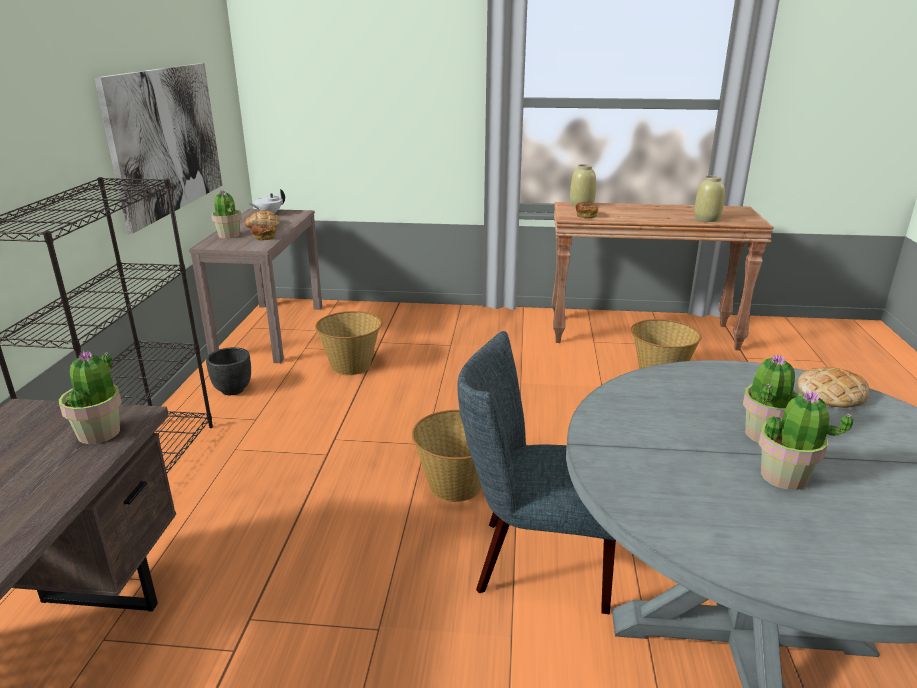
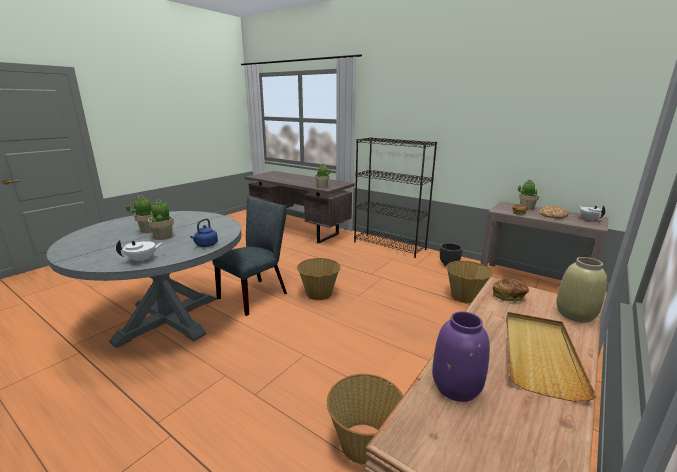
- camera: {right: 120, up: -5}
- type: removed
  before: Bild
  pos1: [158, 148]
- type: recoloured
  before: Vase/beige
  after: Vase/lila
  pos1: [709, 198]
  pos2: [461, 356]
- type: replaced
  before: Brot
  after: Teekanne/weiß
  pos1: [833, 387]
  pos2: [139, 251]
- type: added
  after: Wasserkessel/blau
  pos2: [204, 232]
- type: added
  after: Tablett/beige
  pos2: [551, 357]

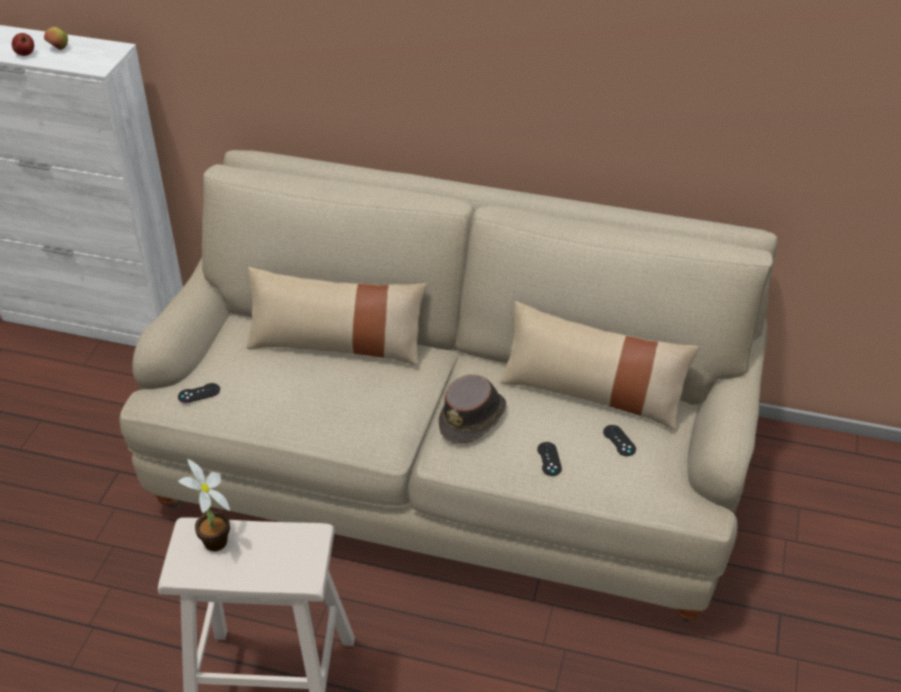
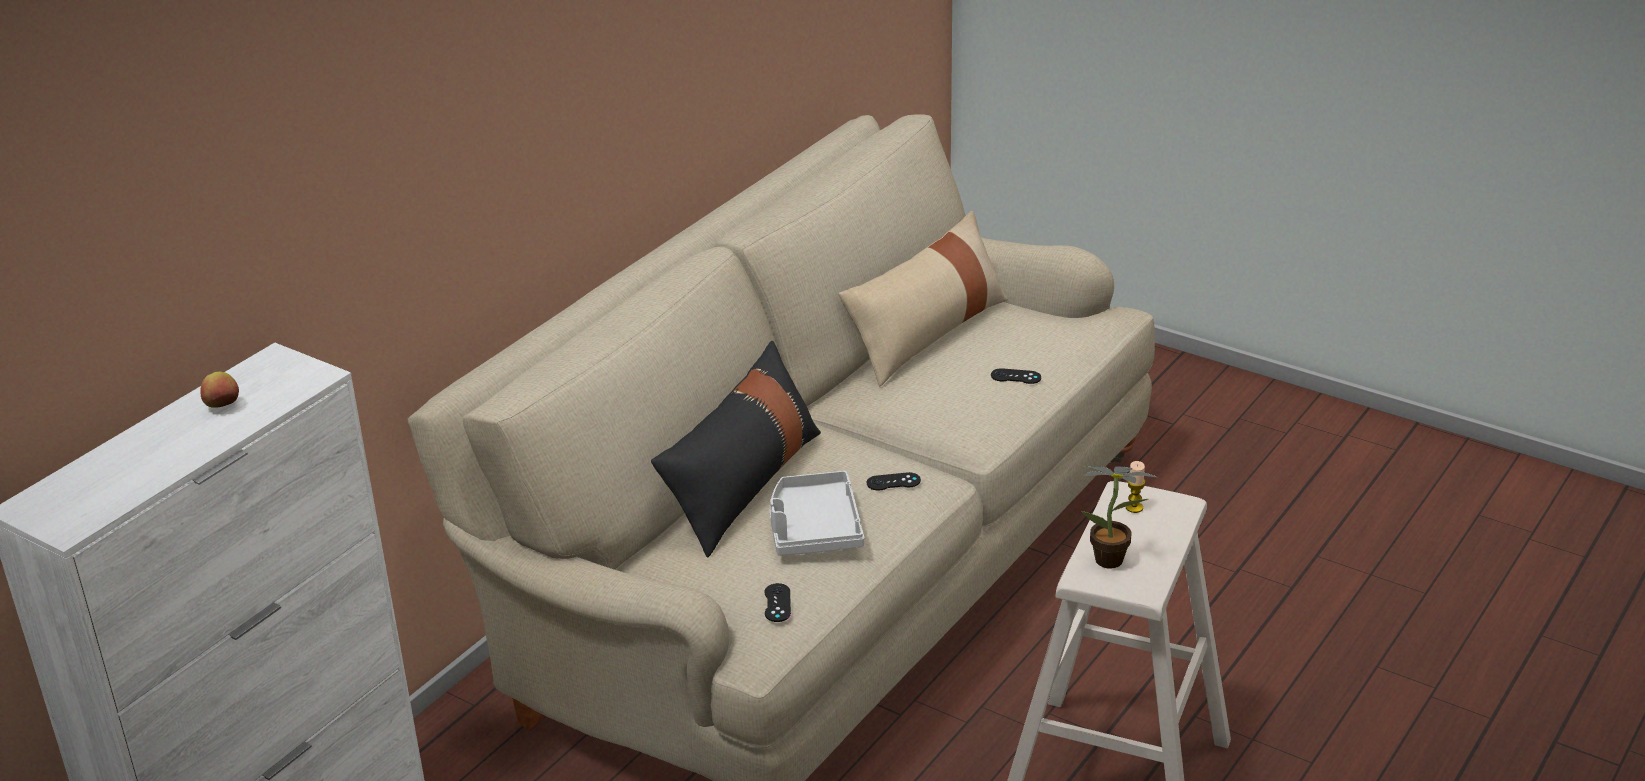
- camera: {right: -70, up: -10}
- type: removed
  before: Apfel
  pos1: [23, 44]
- type: recoloured
  before: Kissen/beige
  after: Kissen/schwarz
  pos1: [337, 316]
  pos2: [736, 449]
- type: removed
  before: Hut/braun
  pos1: [472, 409]
- type: moved
  before: Gamepad/schwarz
  pos1: [619, 440]
  pos2: [894, 481]
- type: added
  after: Tablett/grau
  pos2: [817, 513]
- type: added
  after: Kerze
  pos2: [1135, 487]

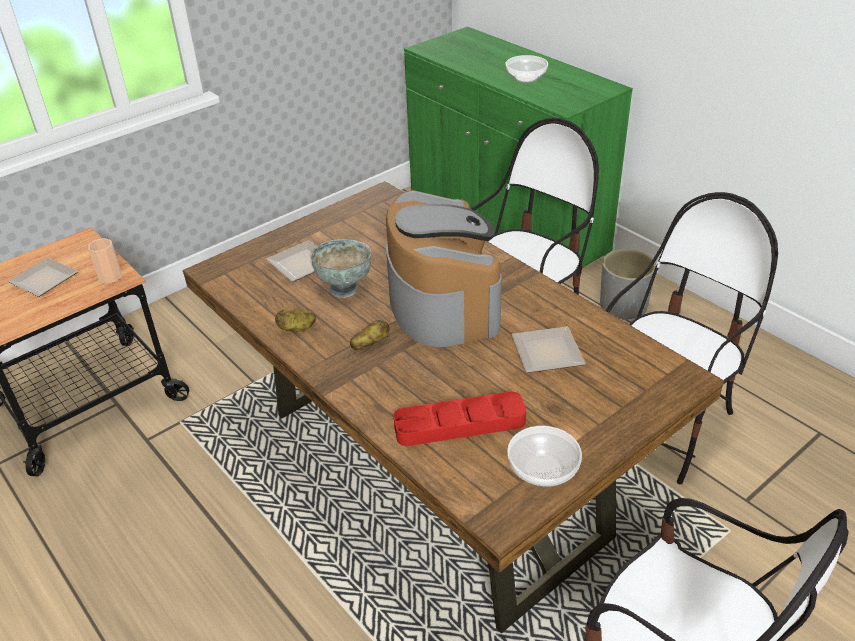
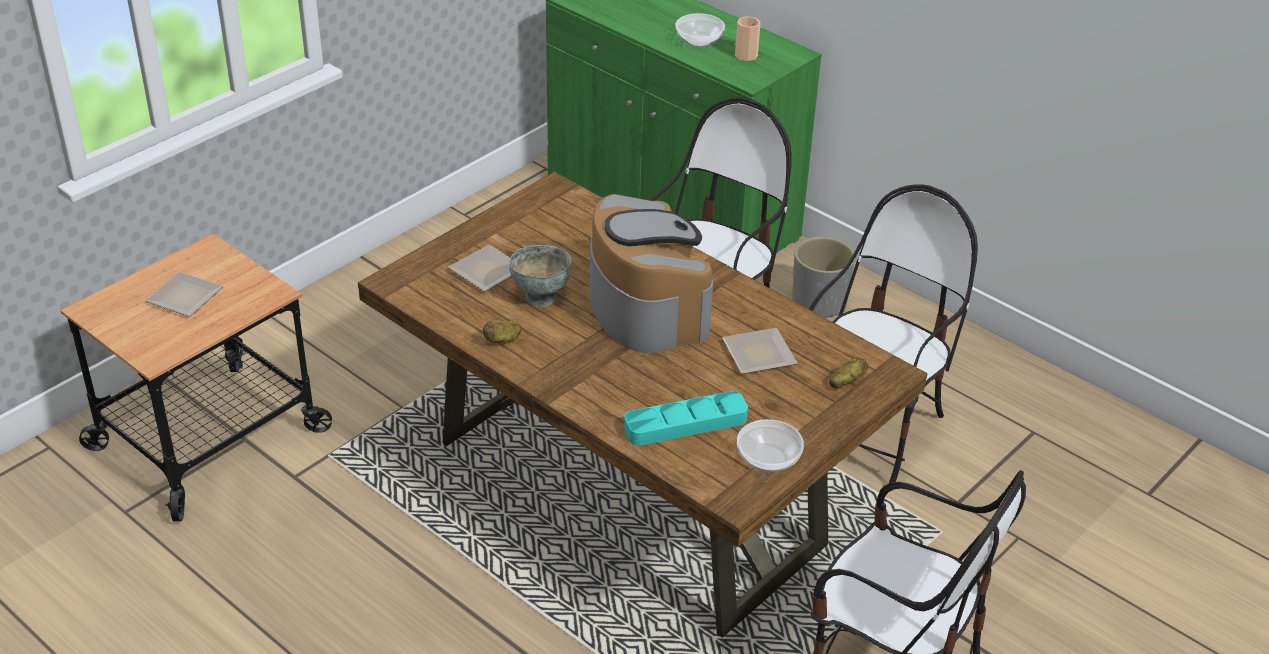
- camera: {right: -10, up: 0}
- type: moved
  before: Tasse
  pos1: [105, 261]
  pos2: [748, 38]
- type: moved
  before: Kartoffel
  pos1: [370, 335]
  pos2: [848, 372]
- type: recoloured
  before: Tablett/rot
  after: Tablett/türkis
  pos1: [460, 418]
  pos2: [686, 418]

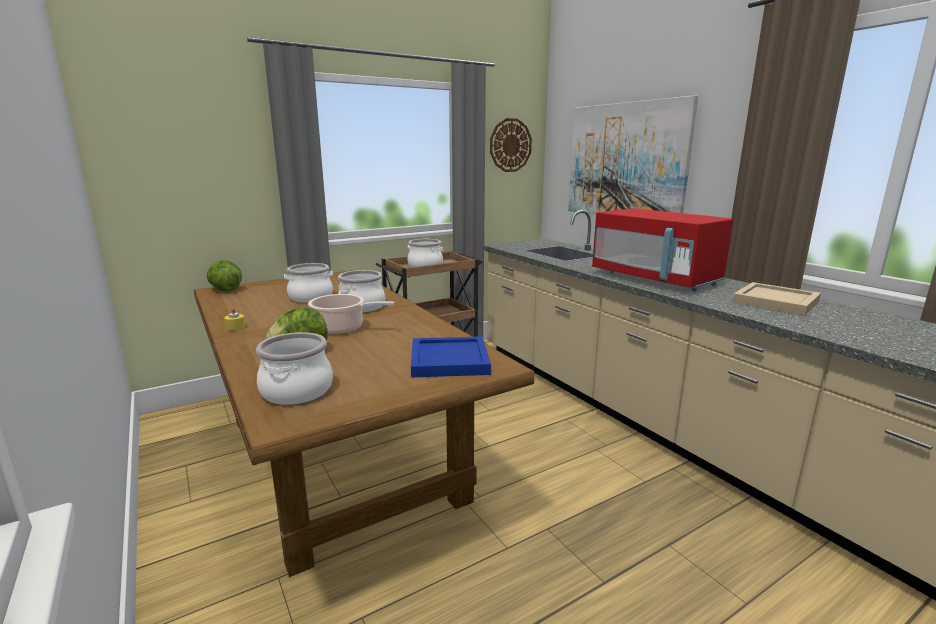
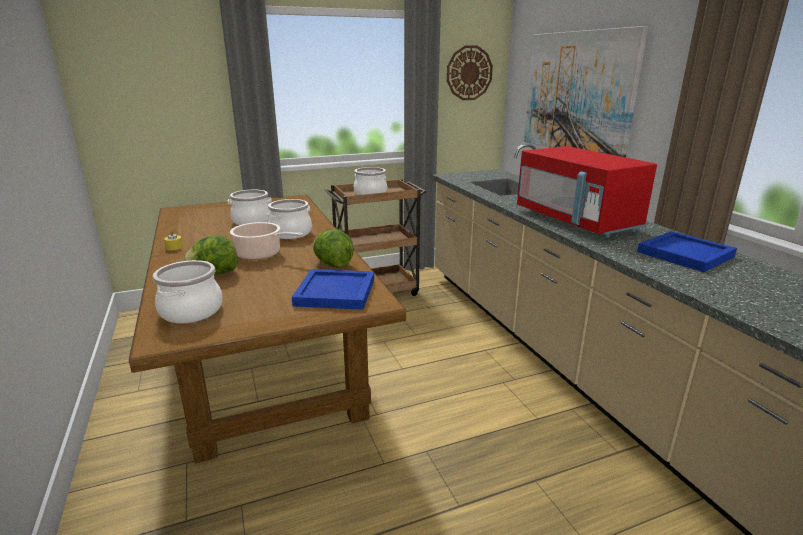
- camera: {right: 10, up: 5}
- type: moved
  before: Salatkopf
  pos1: [224, 275]
  pos2: [333, 248]
- type: recoloured
  before: Tablett/beige
  after: Tablett/blau
  pos1: [776, 298]
  pos2: [687, 251]

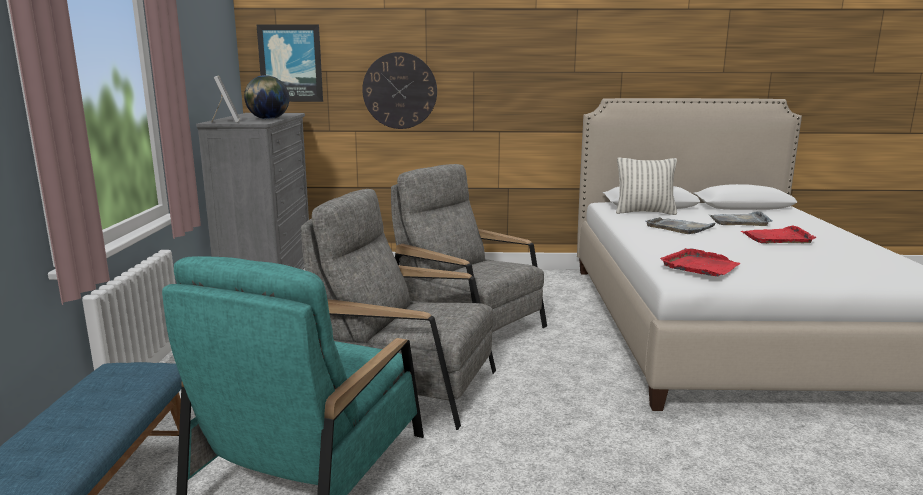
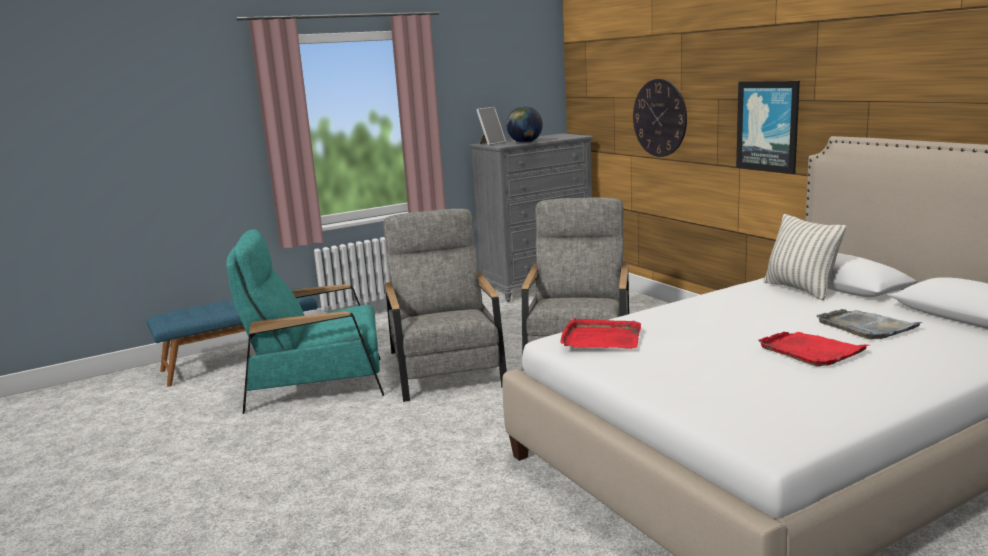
- camera: {right: 60, up: 0}
- type: moved
  before: Bild
  pos1: [289, 63]
  pos2: [768, 127]
- type: removed
  before: Tablett/grau
  pos1: [680, 225]

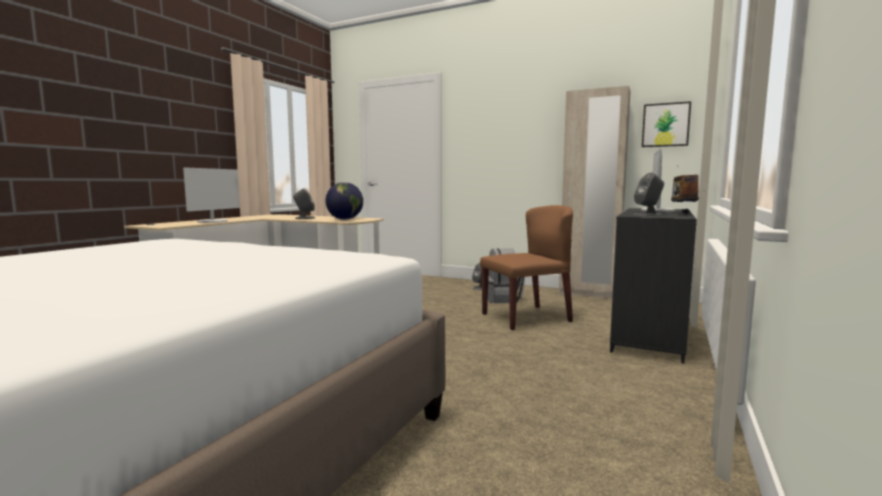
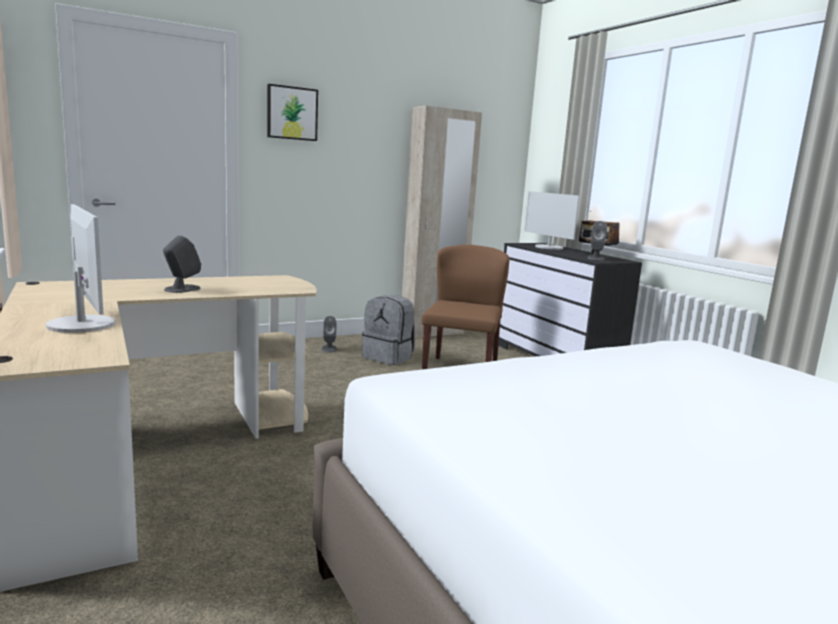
- camera: {right: -55, up: 5}
- type: removed
  before: Globus
  pos1: [344, 201]
- type: moved
  before: Bild
  pos1: [666, 124]
  pos2: [292, 112]

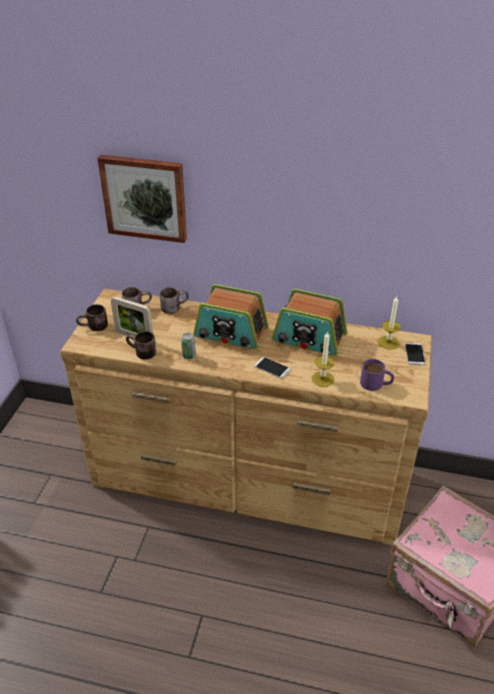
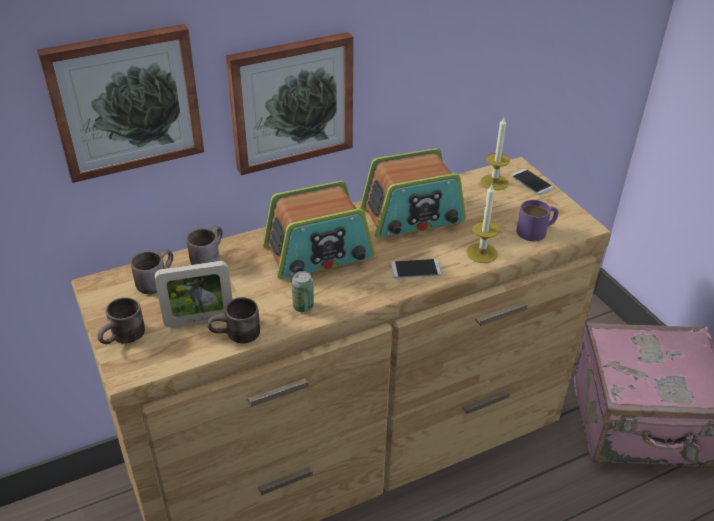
- camera: {right: -40, up: 0}
- type: added
  after: Bild
  pos2: [290, 103]

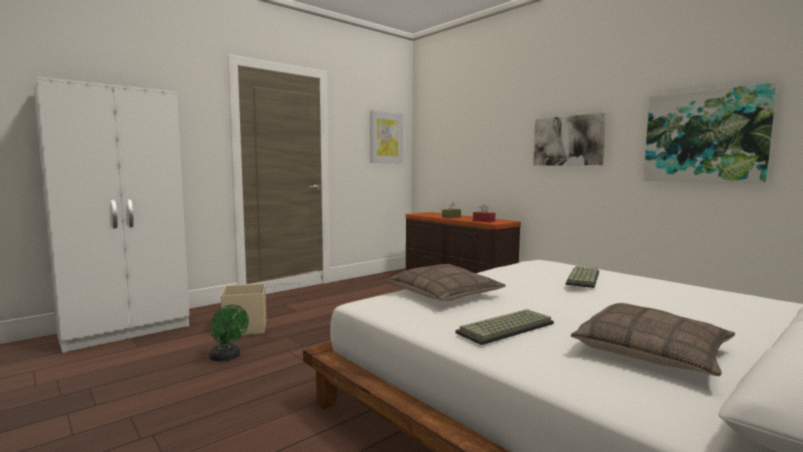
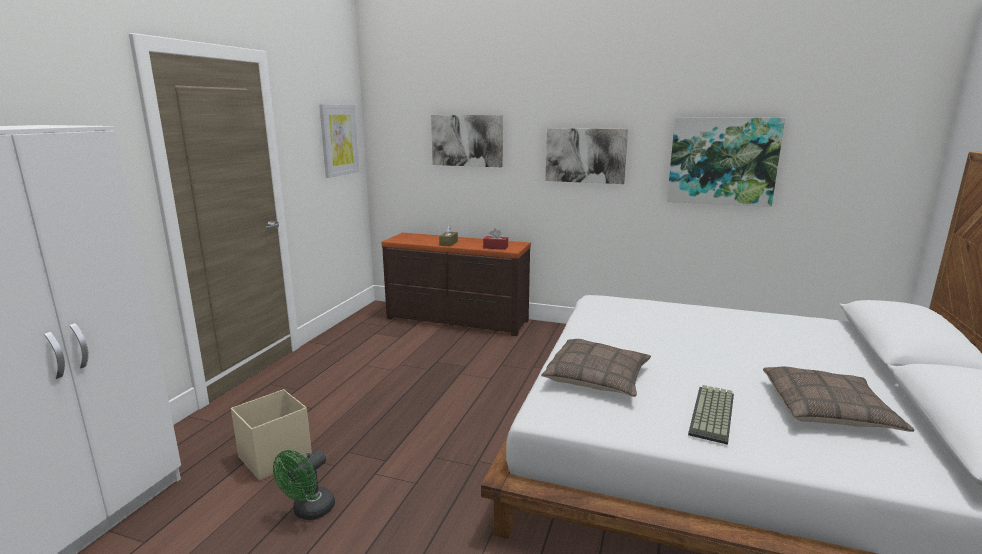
- camera: {right: -30, up: 10}
- type: turned
  before: Ventilator/grün
  pos1: [229, 333]
  pos2: [304, 485]
  turn: 105
- type: removed
  before: Tastatur
  pos1: [582, 277]
- type: added
  after: Bild
  pos2: [467, 141]

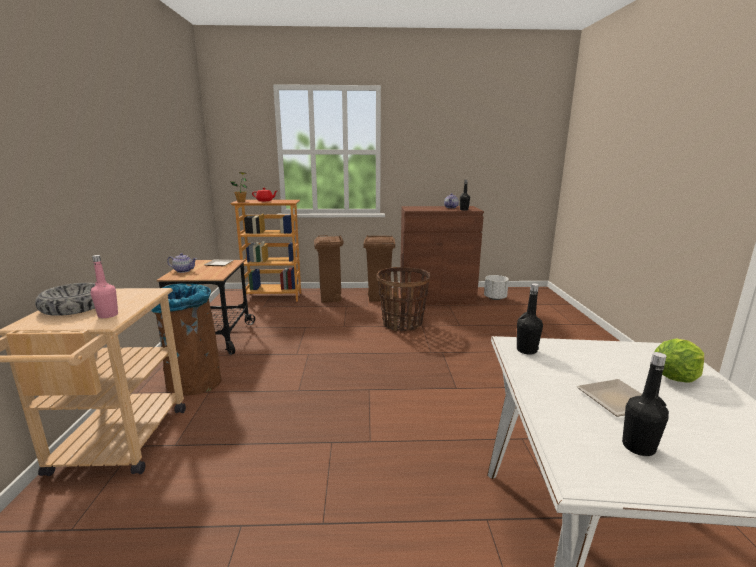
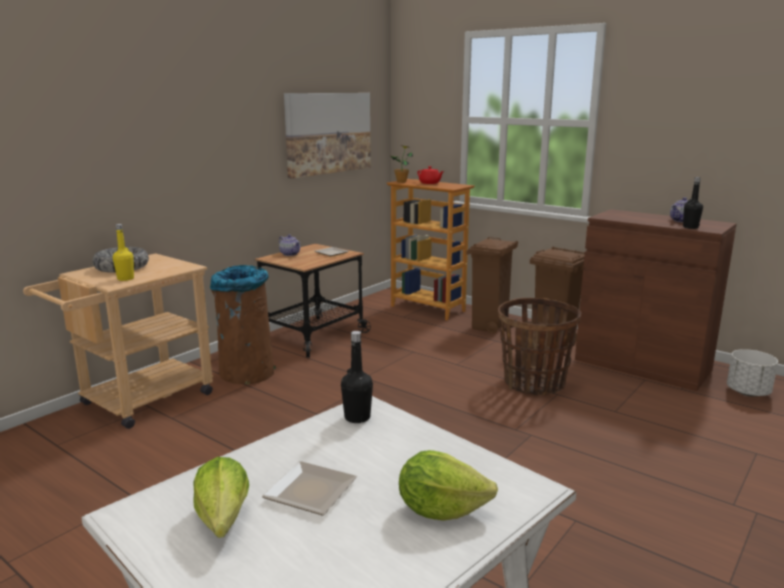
- camera: {right: 40, up: 0}
- type: recoloured
  before: Flasche/rosa
  after: Flasche/gelb
  pos1: [104, 286]
  pos2: [123, 252]
- type: replaced
  before: Flasche/schwarz
  after: Salatkopf
  pos1: [645, 404]
  pos2: [221, 497]
- type: added
  after: Bild
  pos2: [327, 136]

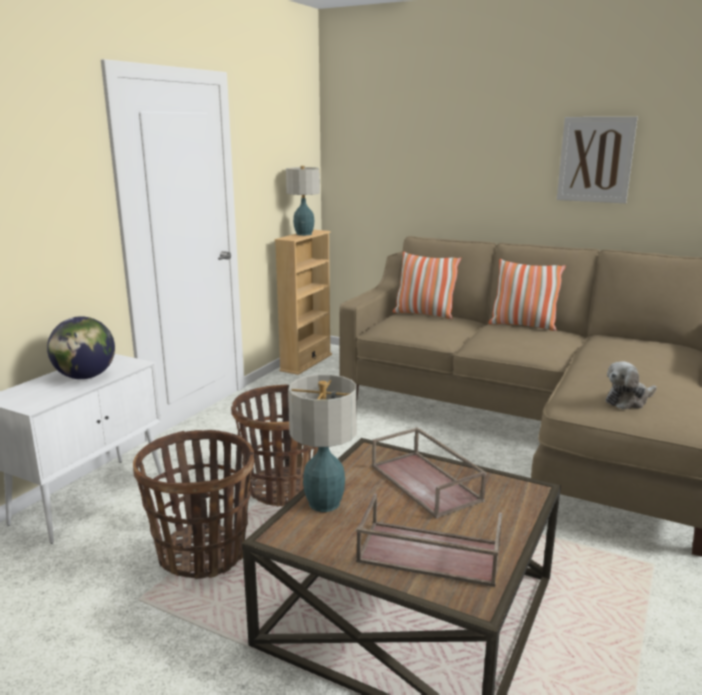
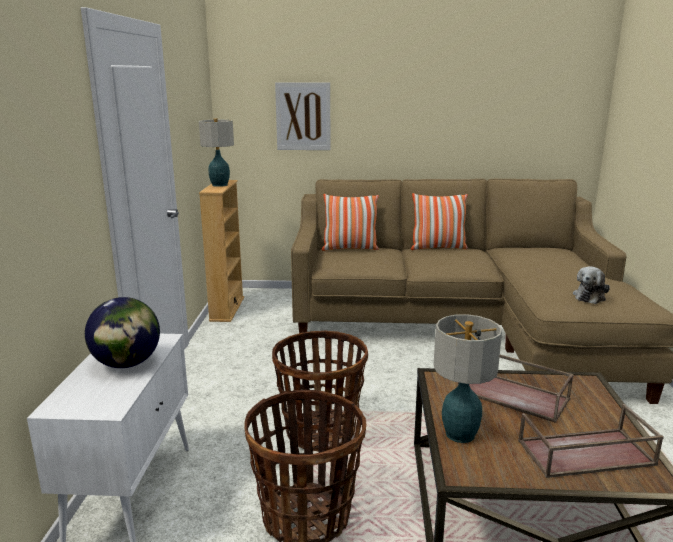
- camera: {right: -25, up: 0}
- type: moved
  before: Bild
  pos1: [597, 160]
  pos2: [302, 116]

